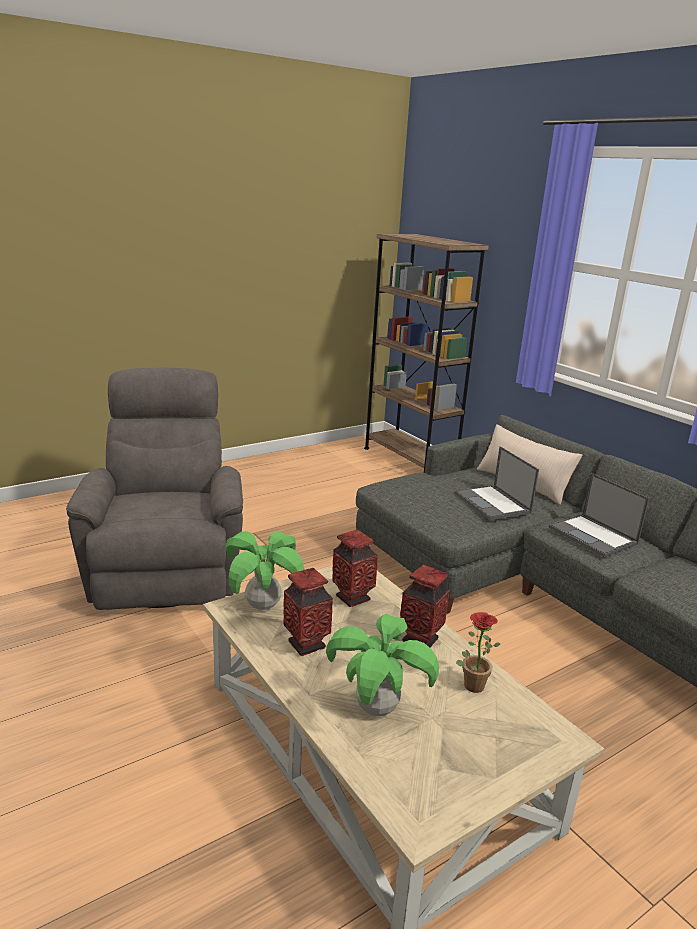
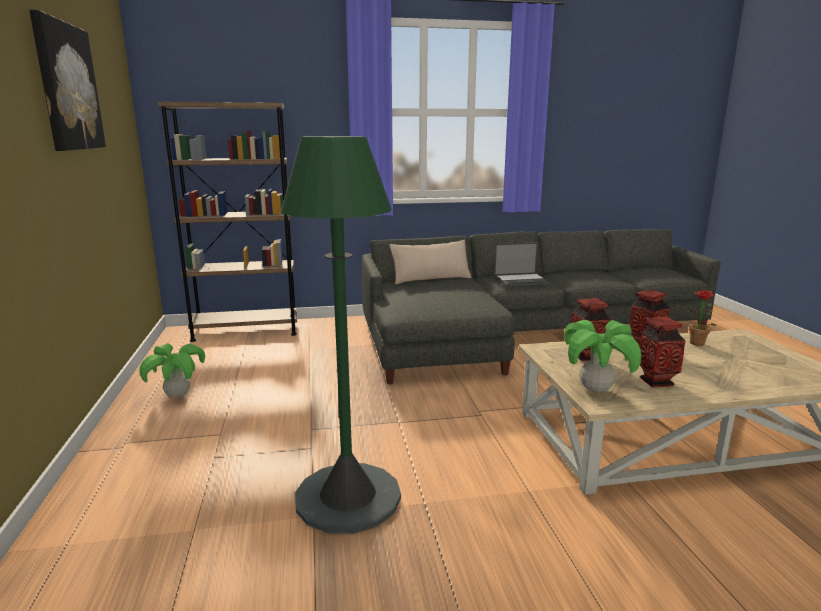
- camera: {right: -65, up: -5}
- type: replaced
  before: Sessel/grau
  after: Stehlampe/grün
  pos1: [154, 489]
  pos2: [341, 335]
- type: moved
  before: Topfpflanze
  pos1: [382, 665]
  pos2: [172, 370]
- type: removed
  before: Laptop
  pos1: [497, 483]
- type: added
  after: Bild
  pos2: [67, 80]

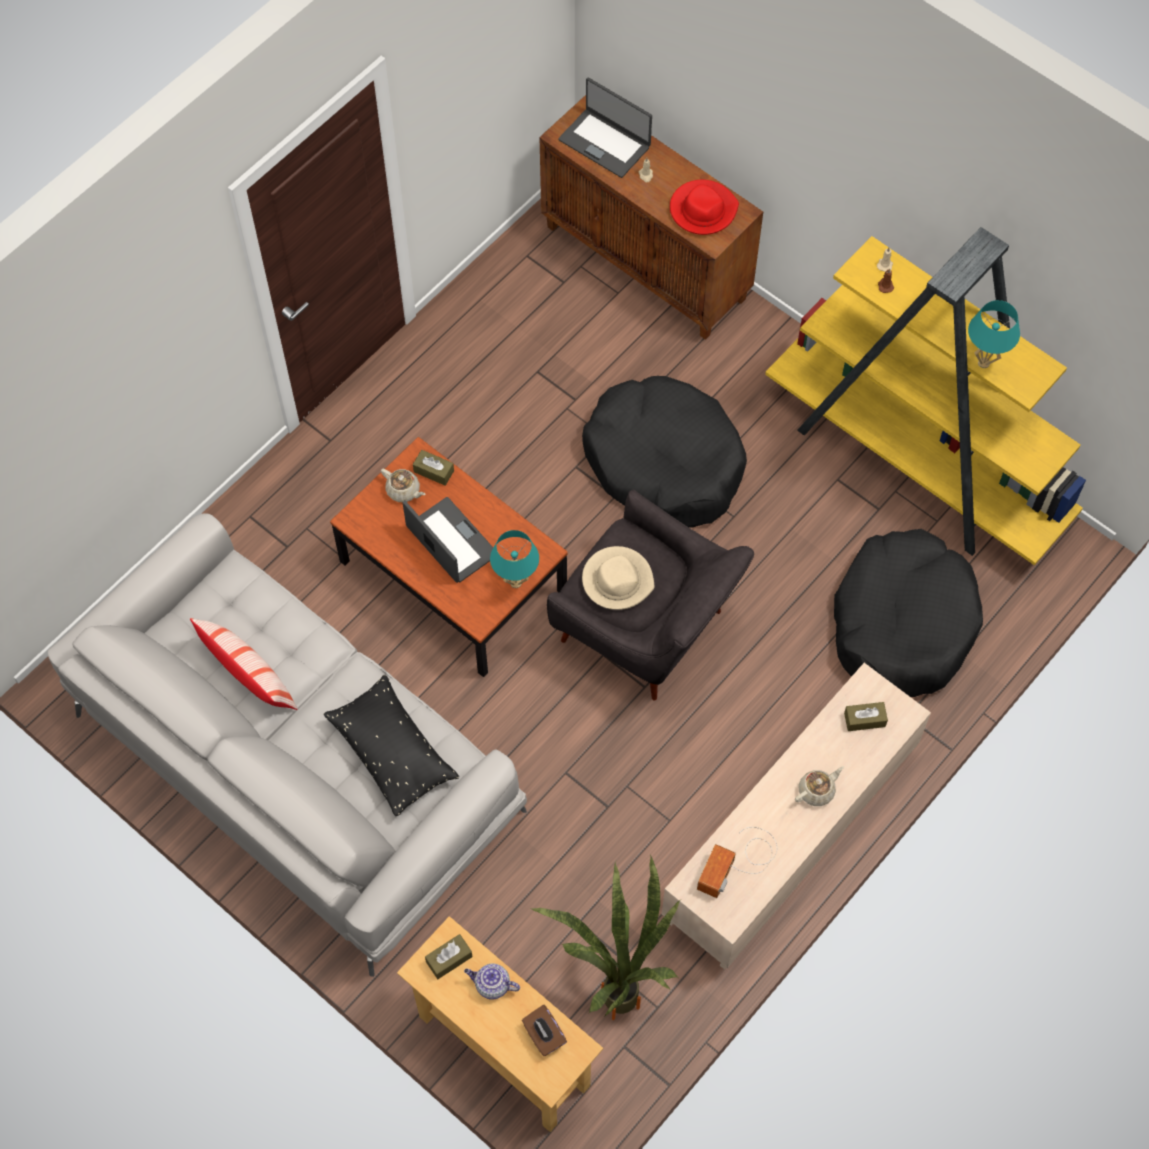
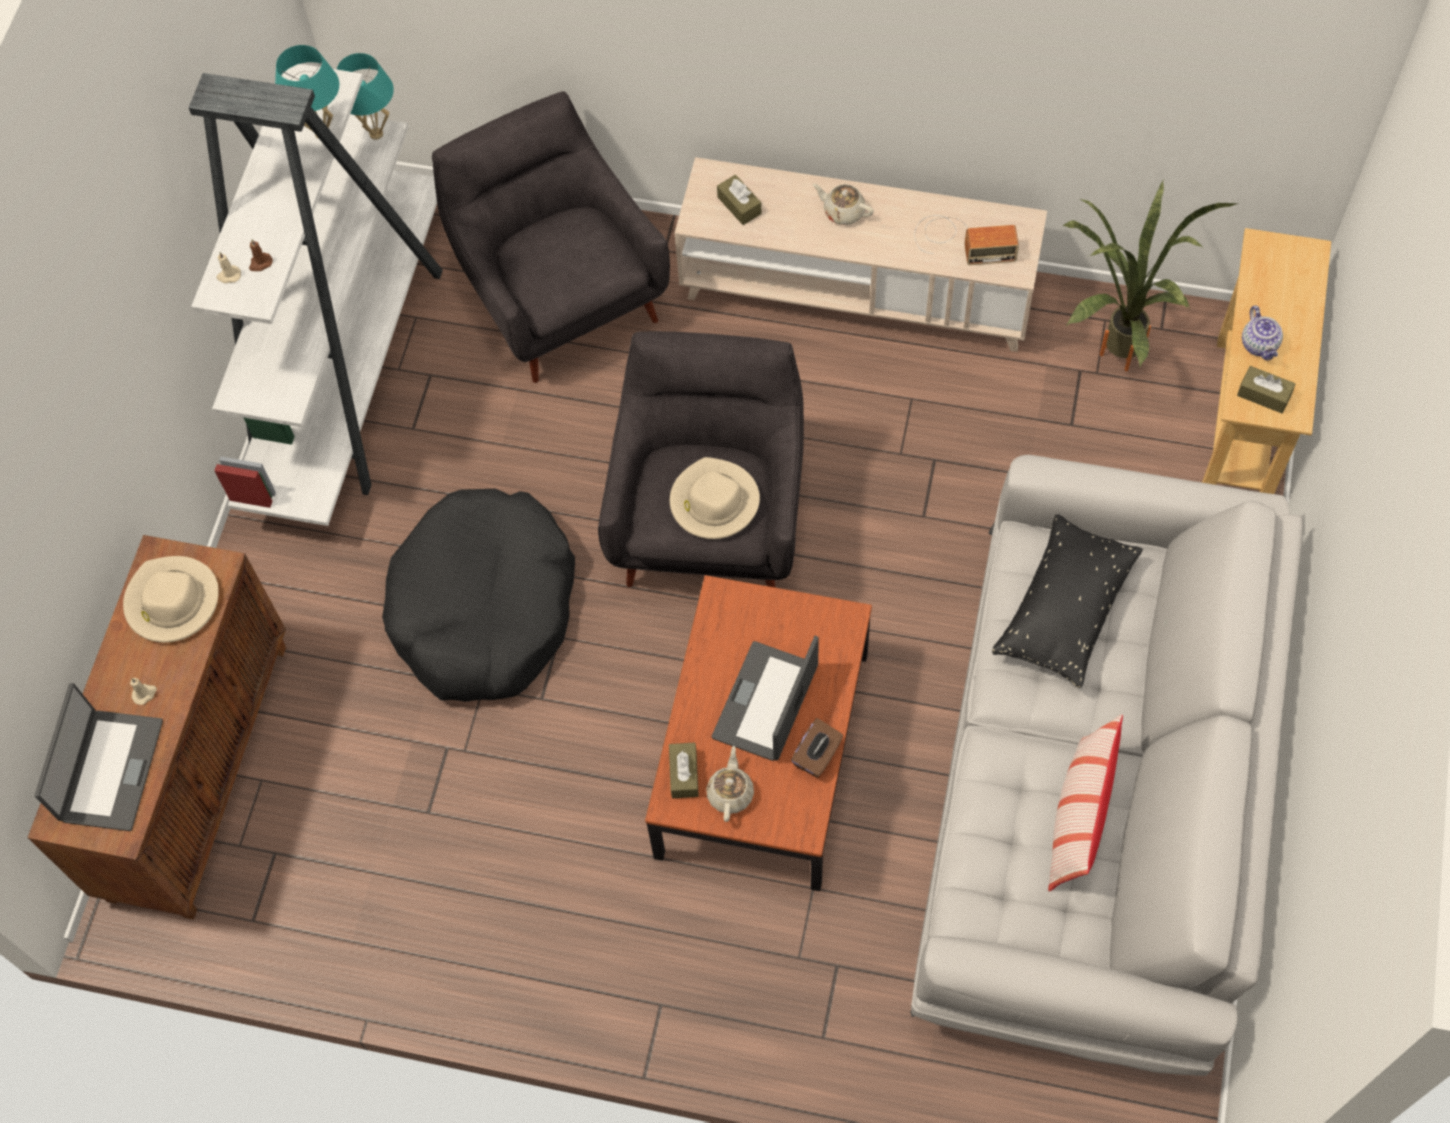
- camera: {right: -115, up: 0}
- type: moved
  before: Tischlampe/türkis
  pos1: [514, 559]
  pos2: [365, 96]
- type: moved
  before: Taschentuchbox/braun
  pos1: [544, 1030]
  pos2: [817, 747]
- type: recoloured
  before: Hut/rot
  after: Hut/beige
  pos1: [704, 207]
  pos2: [171, 599]
- type: recoloured
  before: Bücherregal/gelb
  after: Bücherregal/weiß
  pos1: [925, 396]
  pos2: [316, 295]
- type: replaced
  before: Hundebett/schwarz
  after: Sessel/grau
  pos1: [908, 613]
  pos2: [551, 237]

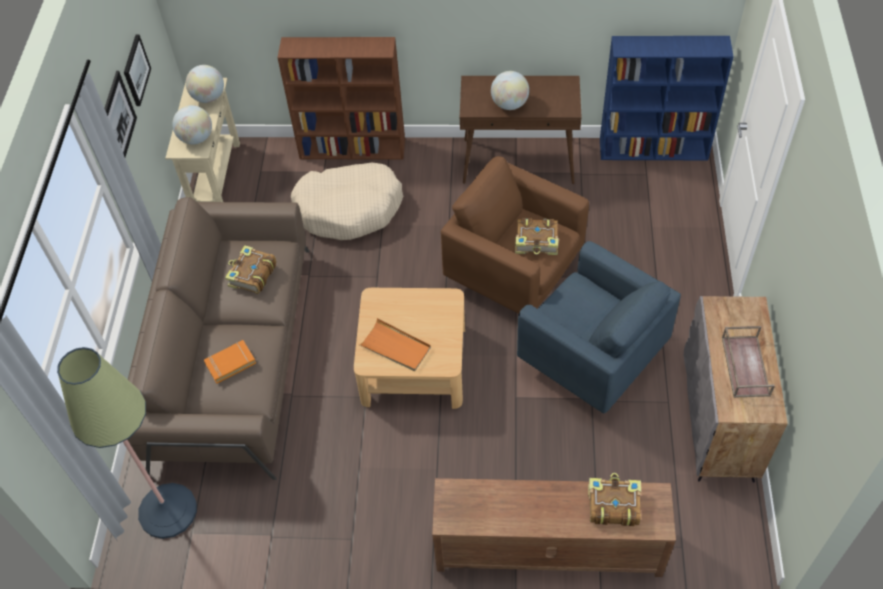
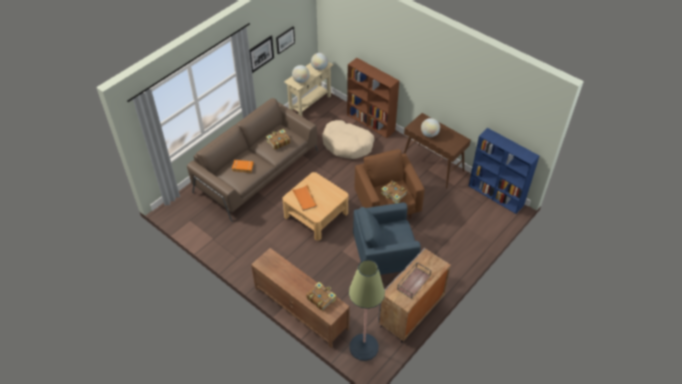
- camera: {right: 35, up: -5}
- type: moved
  before: Stehlampe
  pos1: [127, 443]
  pos2: [367, 310]
- type: turned
  before: Sessel/blau
  pos1: [599, 327]
  pos2: [387, 238]
  turn: 90

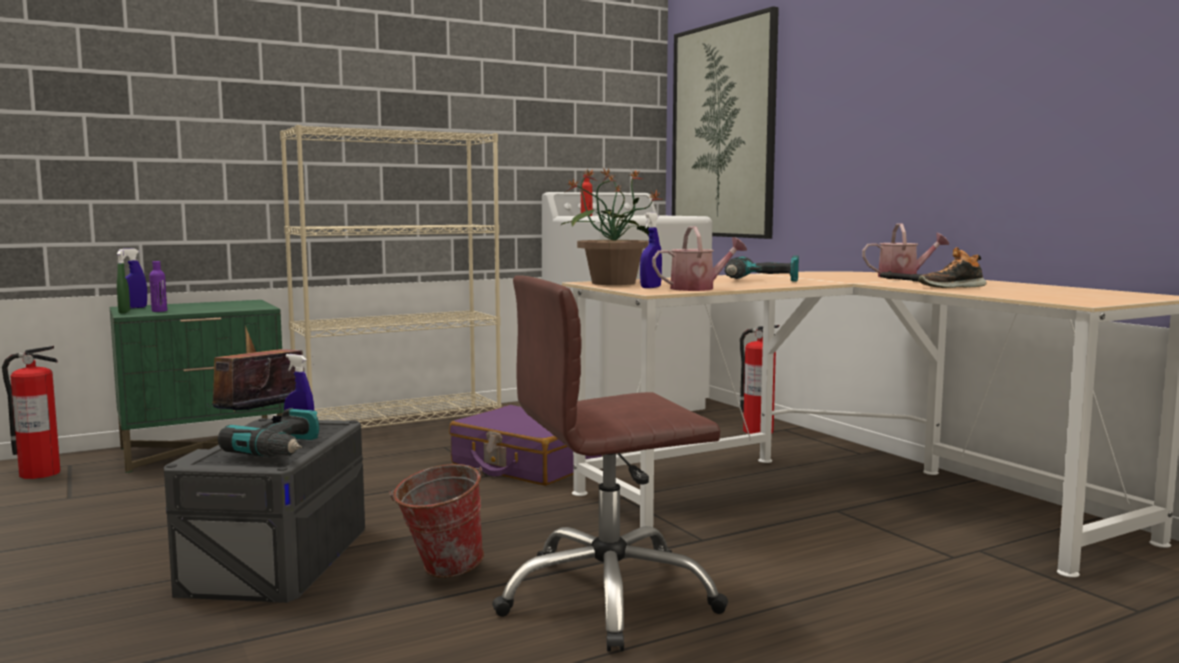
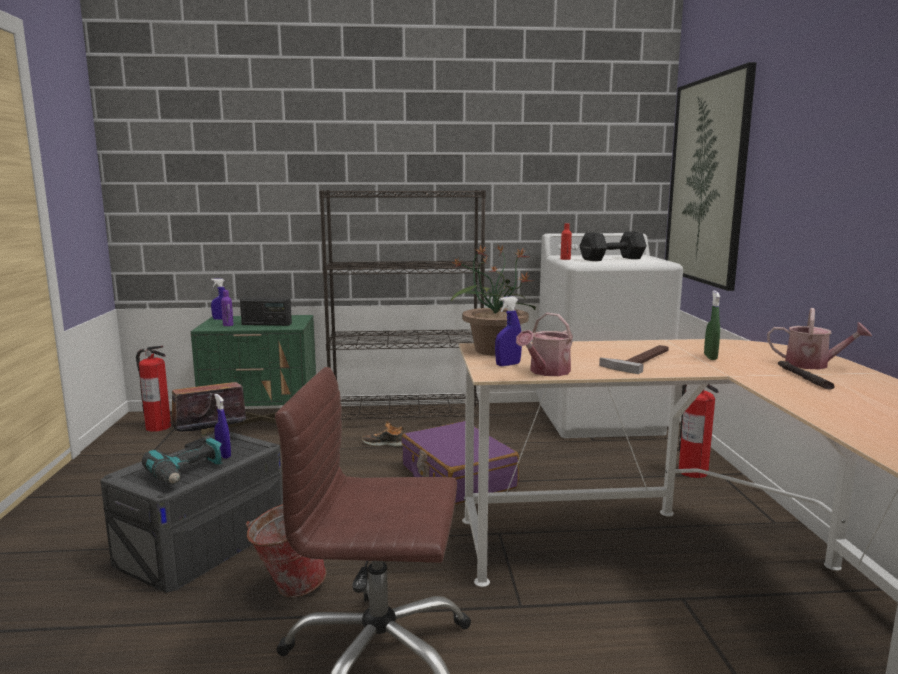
- camera: {right: 25, up: 5}
- type: moved
  before: Sprühflasche/grün
  pos1: [123, 282]
  pos2: [712, 325]
- type: recoloured
  before: Bücherregal/beige
  after: Bücherregal/schwarz
  pos1: [391, 276]
  pos2: [402, 305]
- type: turned
  before: Gießkanne
  pos1: [699, 258]
  pos2: [544, 344]
  turn: 120
- type: replaced
  before: Bohrmaschine
  after: Hammer
  pos1: [762, 268]
  pos2: [634, 359]
- type: moved
  before: Schuh
  pos1: [952, 267]
  pos2: [383, 434]
- type: added
  after: Radio
  pos2: [266, 311]
- type: added
  after: Hantel/schwarz
  pos2: [613, 246]

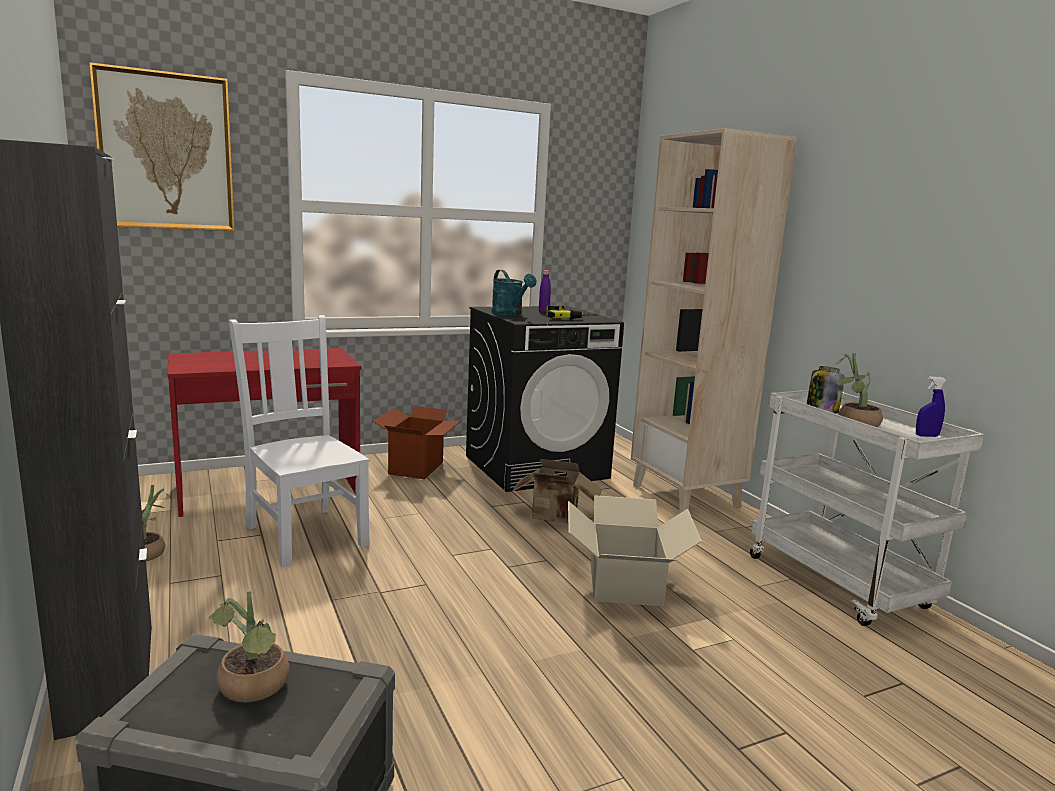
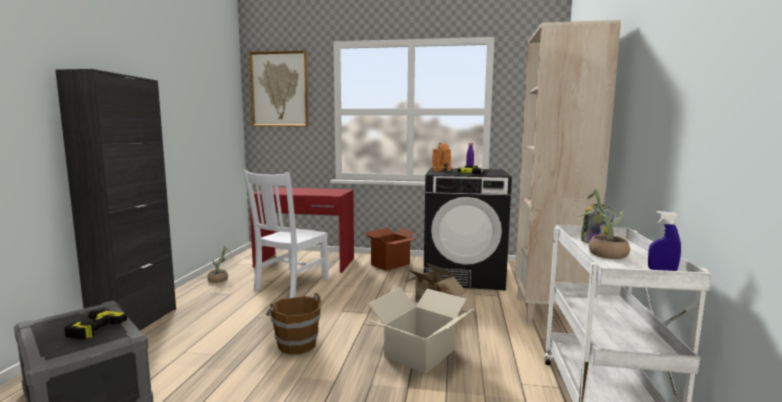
- camera: {right: 35, up: -5}
- type: replaced
  before: Topfpflanze
  after: Bohrmaschine
  pos1: [249, 645]
  pos2: [95, 325]
- type: turned
  before: Stuhl/weiß
  pos1: [299, 441]
  pos2: [285, 234]
  turn: -150
- type: recoloured
  before: Gießkanne/türkis
  after: Gießkanne/orange
  pos1: [513, 293]
  pos2: [441, 157]
- type: added
  after: Eimer/braun
  pos2: [293, 324]

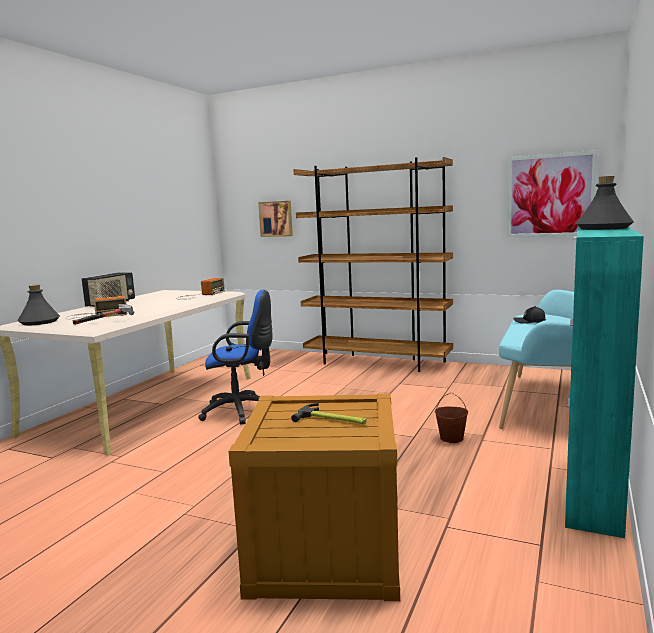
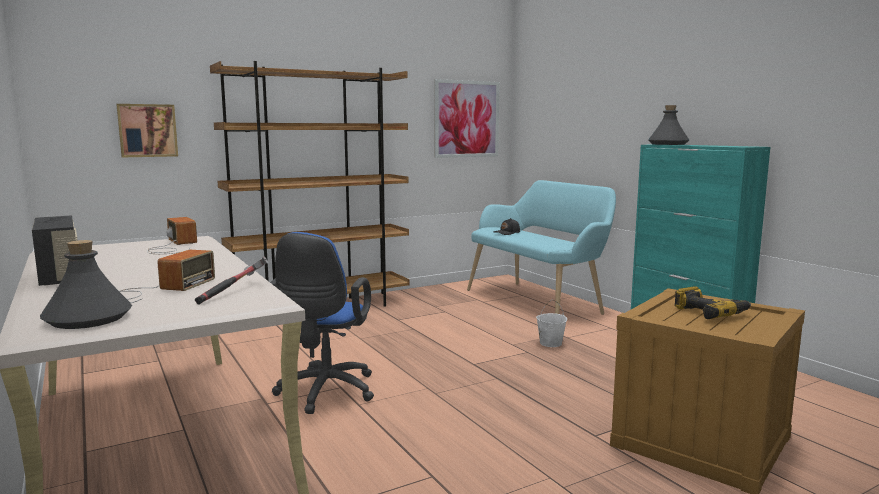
- camera: {right: -55, up: 0}
- type: turned
  before: Bürostuhl/blau
  pos1: [235, 357]
  pos2: [322, 323]
  turn: 150
- type: replaced
  before: Hammer
  after: Bohrmaschine
  pos1: [329, 413]
  pos2: [712, 302]
- type: recoloured
  before: Eimer/braun
  after: Eimer/weiß
  pos1: [451, 418]
  pos2: [551, 323]

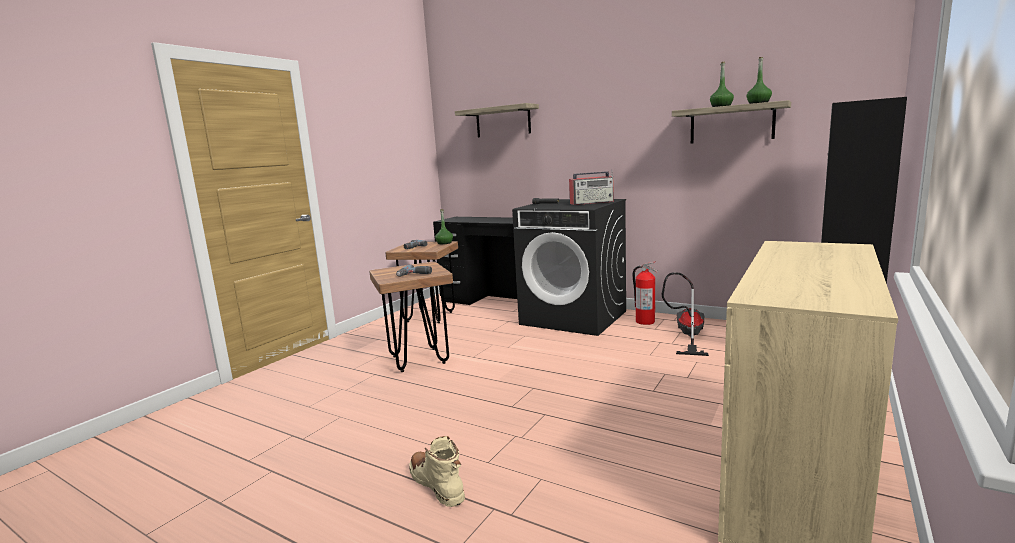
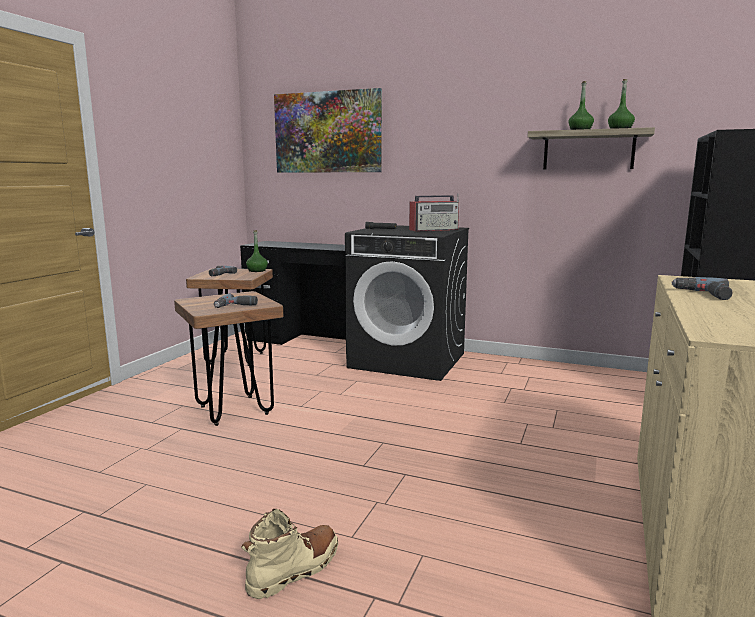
- camera: {right: -10, up: 0}
- type: turned
  before: Stiefel/beige
  pos1: [437, 471]
  pos2: [289, 554]
  turn: 90
- type: replaced
  before: Wandregal
  after: Bild
  pos1: [497, 120]
  pos2: [328, 130]
- type: removed
  before: Feuerlöscher
  pos1: [645, 293]
- type: removed
  before: Staubsauger
  pos1: [685, 314]
- type: added
  after: Bohrmaschine
  pos2: [702, 288]

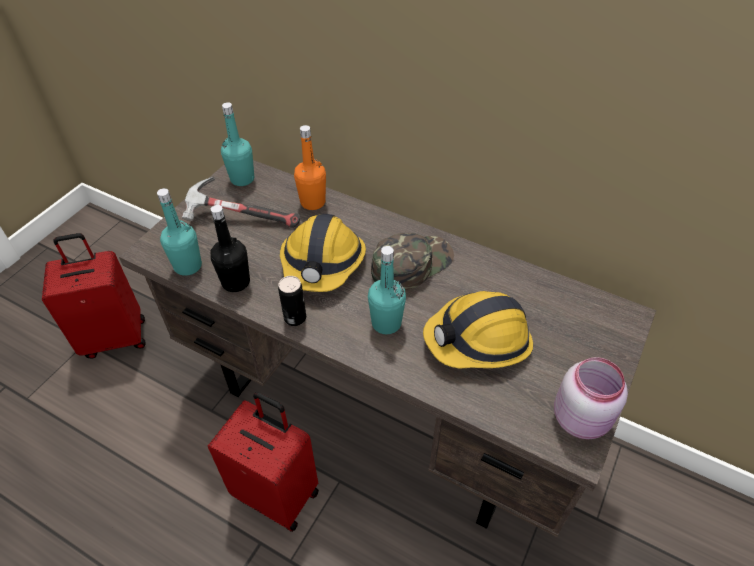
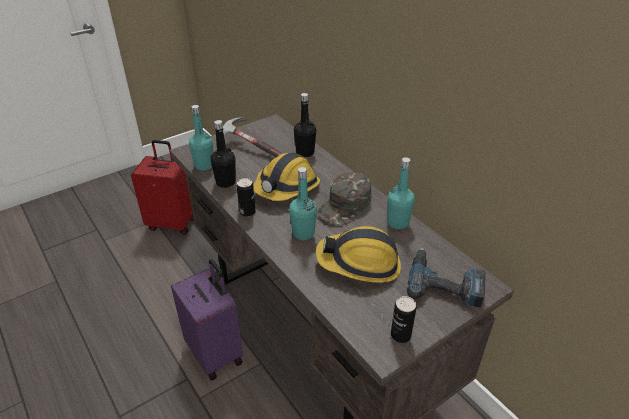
- camera: {right: 25, up: -10}
- type: recoloured
  before: Koffer/rot
  after: Koffer/lila
  pos1: [263, 462]
  pos2: [207, 319]
- type: moved
  before: Flasche/türkis
  pos1: [237, 144]
  pos2: [401, 193]
- type: recoloured
  before: Flasche/orange
  after: Flasche/schwarz
  pos1: [310, 167]
  pos2: [305, 125]
- type: turned
  before: Kappe/grün
  pos1: [412, 262]
  pos2: [344, 198]
  turn: 135
- type: replaced
  before: Vorratsglas/rosa
  after: Dose
  pos1: [591, 398]
  pos2: [403, 319]
- type: added
  after: Bohrmaschine
  pos2: [446, 278]

